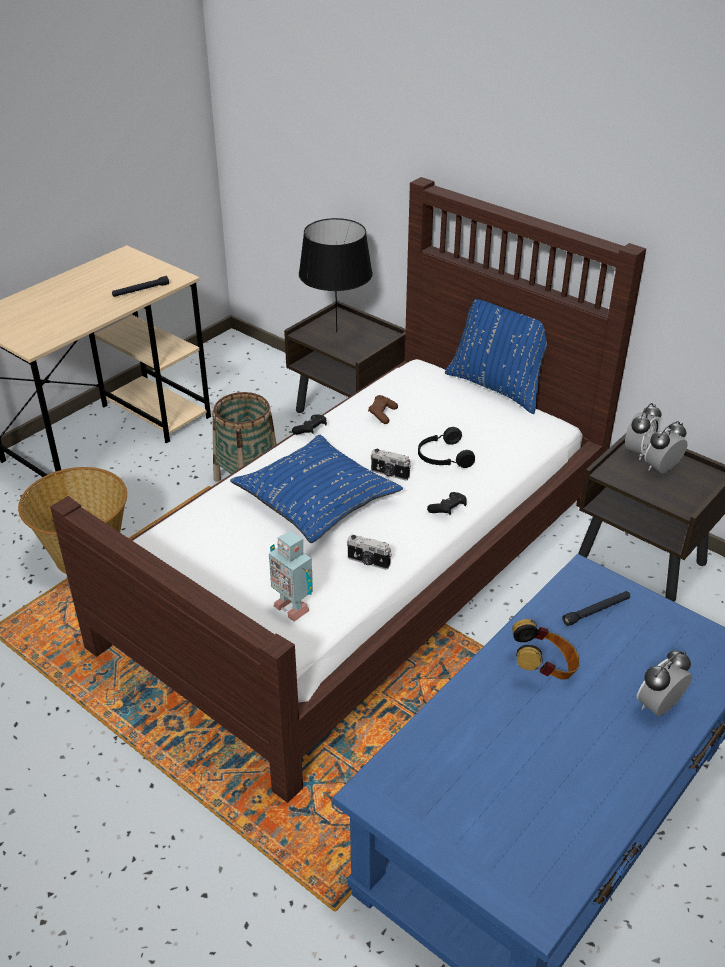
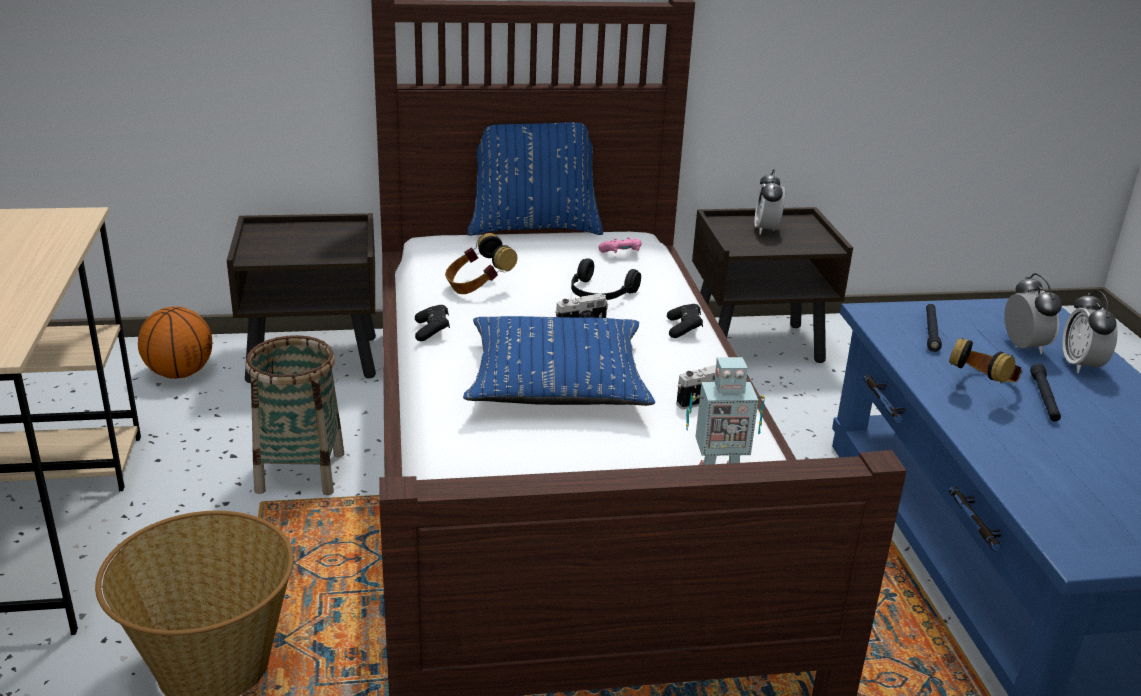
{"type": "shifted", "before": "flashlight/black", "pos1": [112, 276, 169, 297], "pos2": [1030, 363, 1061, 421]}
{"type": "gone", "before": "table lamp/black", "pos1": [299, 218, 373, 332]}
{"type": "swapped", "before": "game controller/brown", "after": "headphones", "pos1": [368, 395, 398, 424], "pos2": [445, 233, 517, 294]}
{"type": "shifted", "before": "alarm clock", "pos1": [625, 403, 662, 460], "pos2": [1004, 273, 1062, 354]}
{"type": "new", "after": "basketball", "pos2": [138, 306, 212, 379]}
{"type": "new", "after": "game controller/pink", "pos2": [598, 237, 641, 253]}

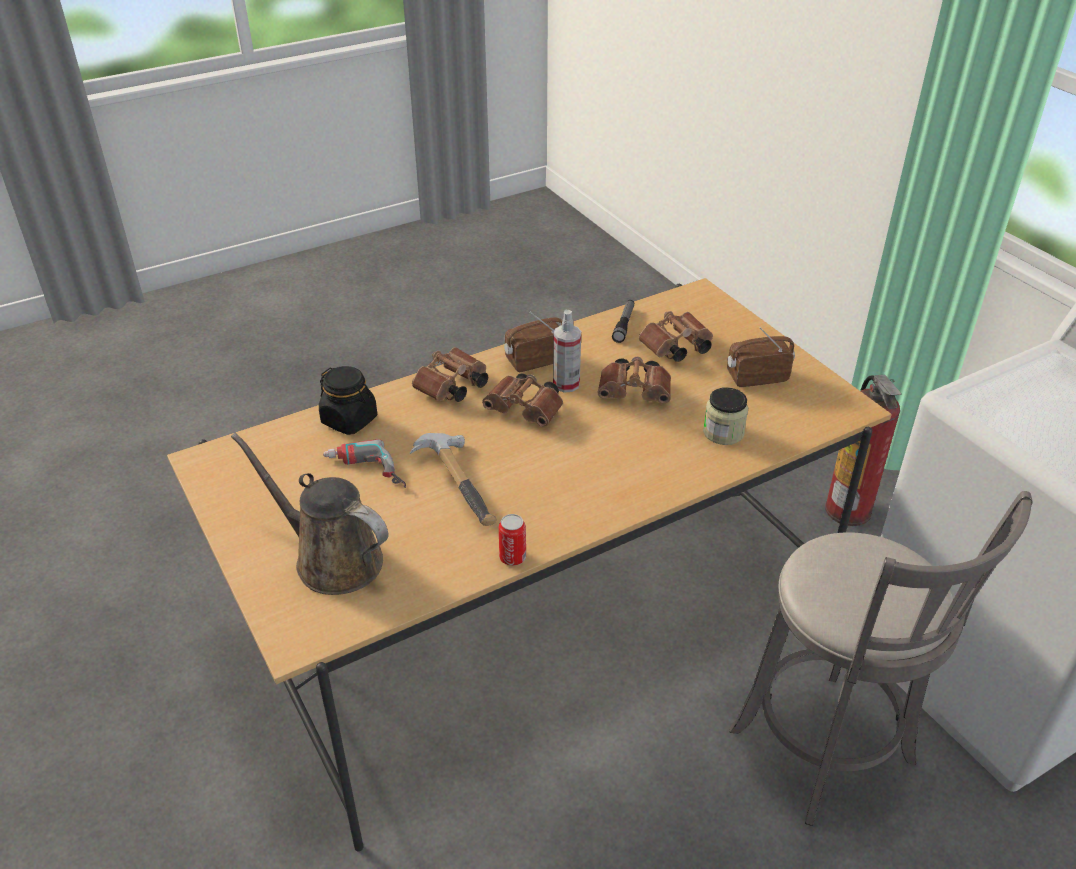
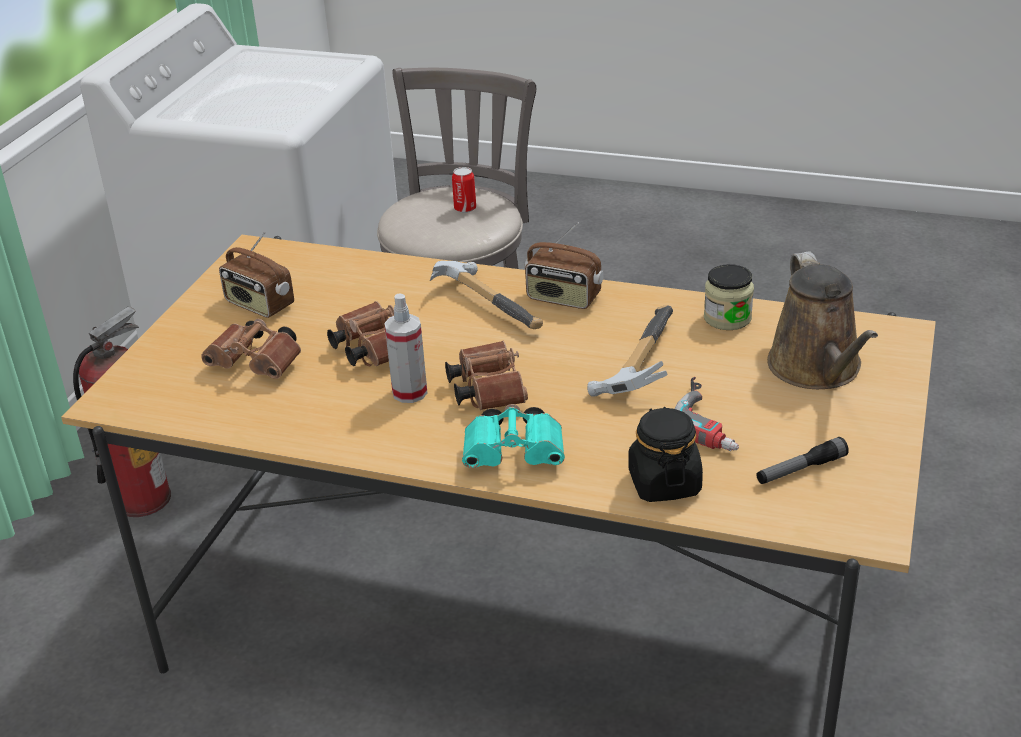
{"type": "repainted", "before": "binoculars/brown", "after": "binoculars/turquoise", "pos1": [412, 347, 488, 402], "pos2": [462, 404, 565, 468]}
{"type": "shifted", "before": "can", "pos1": [499, 514, 526, 566], "pos2": [452, 167, 476, 213]}
{"type": "shifted", "before": "radio", "pos1": [504, 311, 563, 372], "pos2": [525, 222, 604, 309]}
{"type": "shifted", "before": "flashlight", "pos1": [612, 300, 634, 343], "pos2": [756, 437, 849, 484]}
{"type": "shifted", "before": "jar", "pos1": [703, 387, 748, 445], "pos2": [704, 264, 754, 330]}
{"type": "new", "after": "hammer", "pos2": [430, 261, 543, 329]}

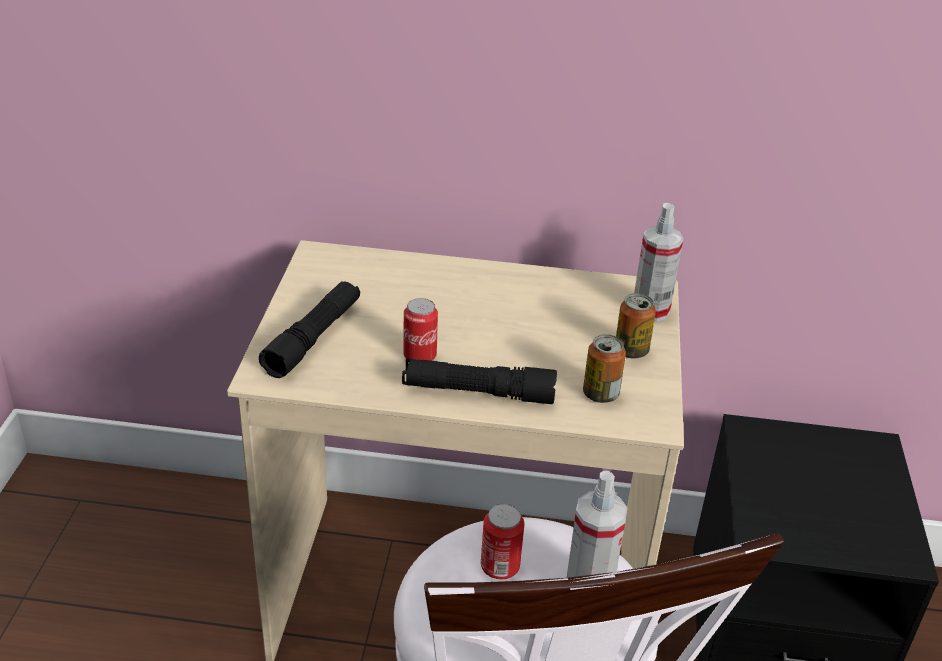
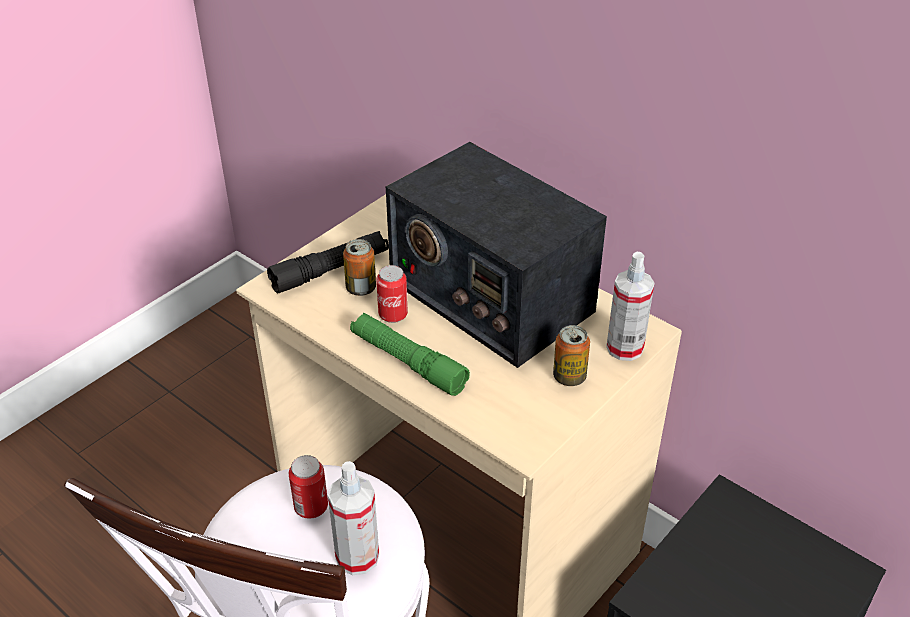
{"type": "repainted", "before": "flashlight/black", "after": "flashlight/green", "pos1": [402, 359, 557, 404], "pos2": [350, 313, 470, 396]}
{"type": "shifted", "before": "can", "pos1": [583, 334, 626, 403], "pos2": [343, 239, 376, 296]}
{"type": "new", "after": "radio", "pos2": [386, 142, 607, 368]}

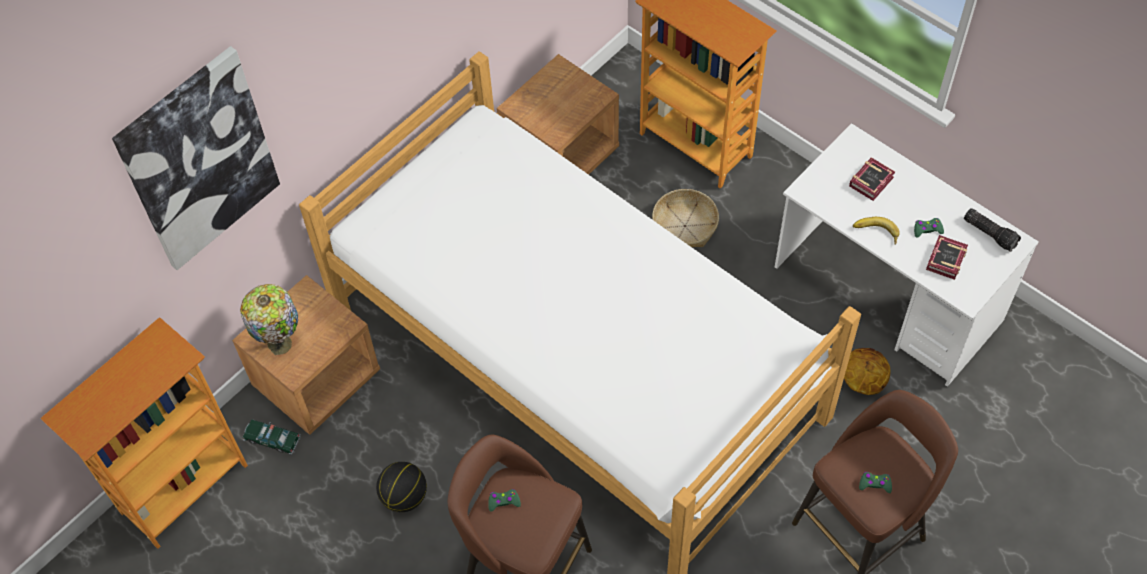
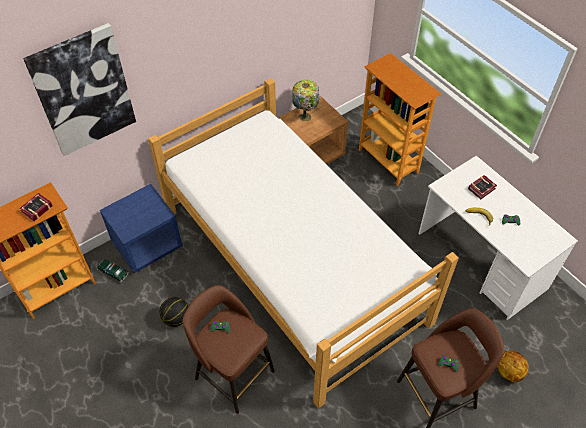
{"type": "repainted", "before": "nightstand/brown", "after": "nightstand/blue", "pos1": [232, 275, 380, 435], "pos2": [100, 184, 183, 273]}
{"type": "shifted", "before": "table lamp", "pos1": [240, 284, 298, 355], "pos2": [292, 80, 319, 121]}
{"type": "gone", "before": "basket", "pos1": [652, 189, 719, 247]}
{"type": "shifted", "before": "basketball", "pos1": [844, 348, 890, 395], "pos2": [497, 351, 529, 382]}
{"type": "shifted", "before": "book", "pos1": [926, 235, 968, 280], "pos2": [19, 193, 53, 221]}
{"type": "gone", "before": "flashlight", "pos1": [964, 208, 1021, 252]}

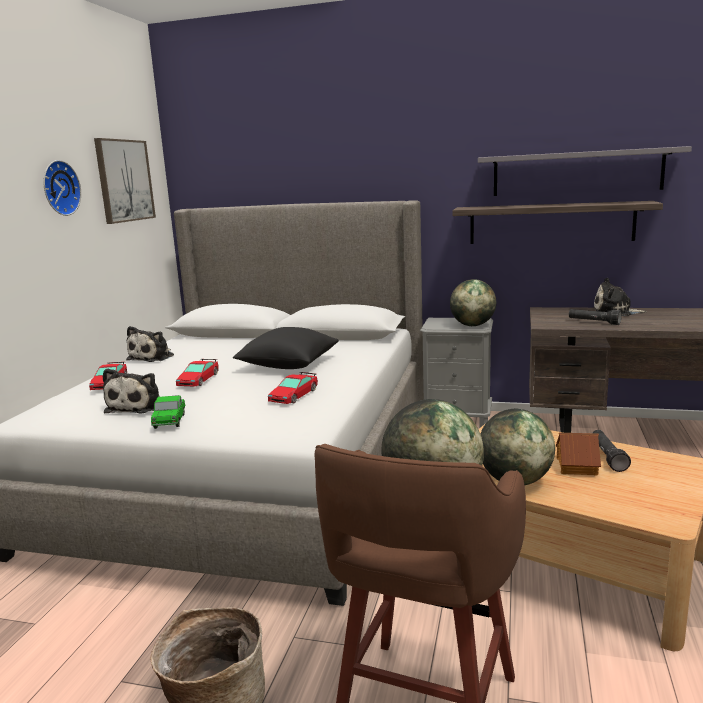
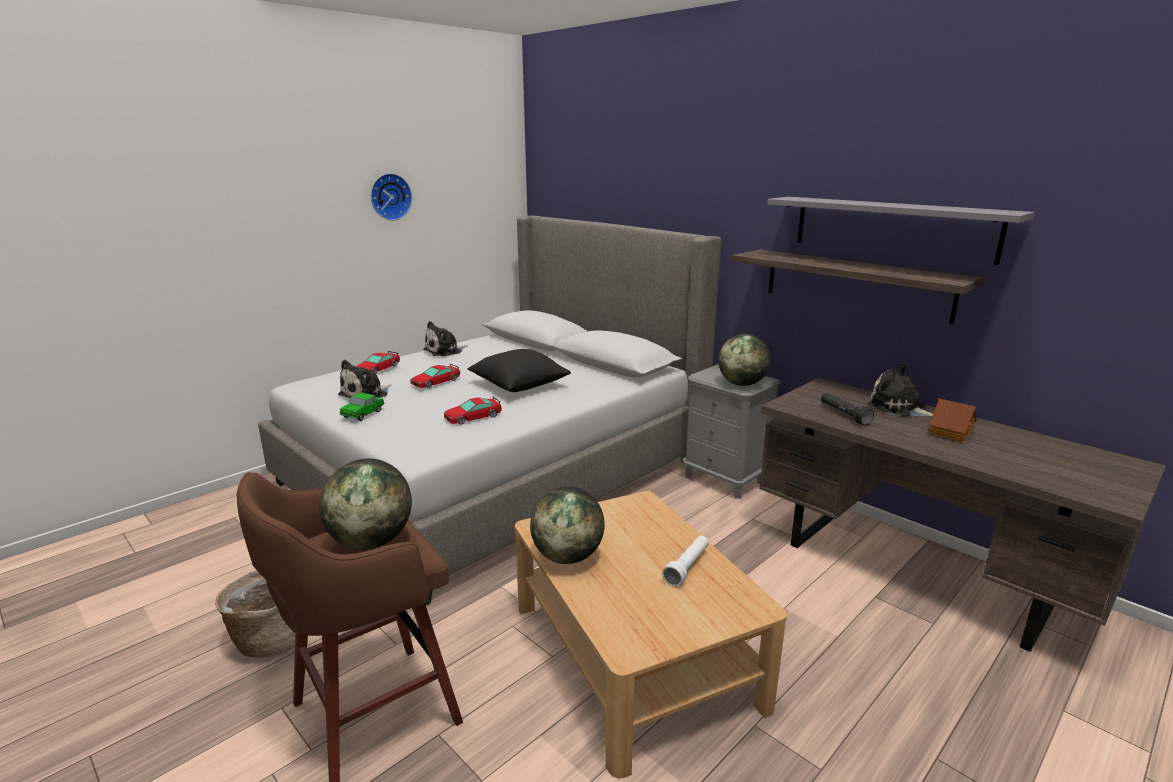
{"type": "gone", "before": "picture", "pos1": [94, 138, 156, 224]}
{"type": "shifted", "before": "toy house", "pos1": [556, 433, 601, 476], "pos2": [929, 399, 977, 443]}
{"type": "repainted", "before": "flashlight/black", "after": "flashlight/white", "pos1": [593, 430, 631, 472], "pos2": [662, 536, 709, 587]}

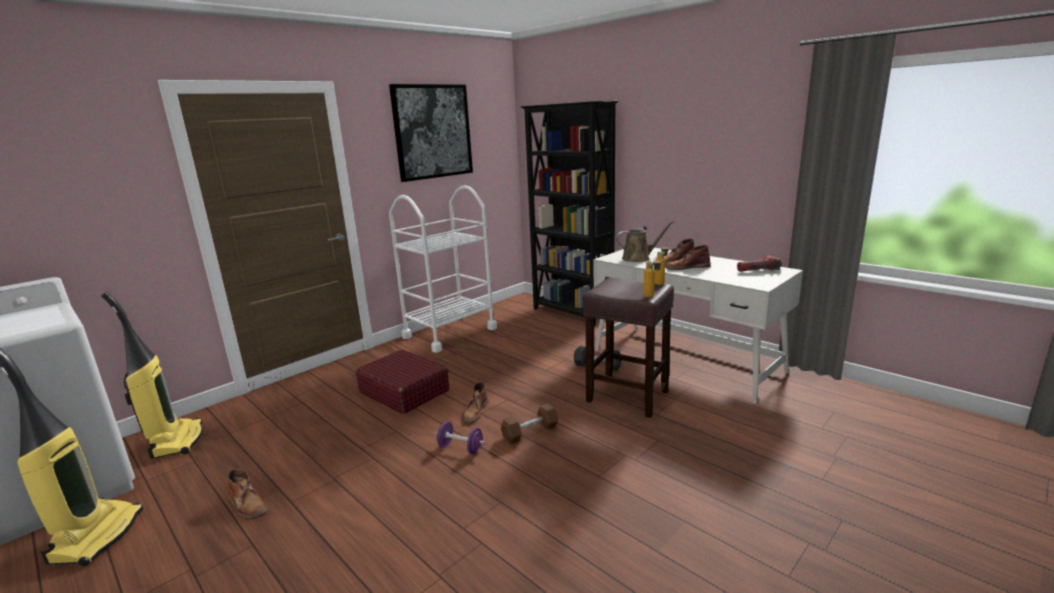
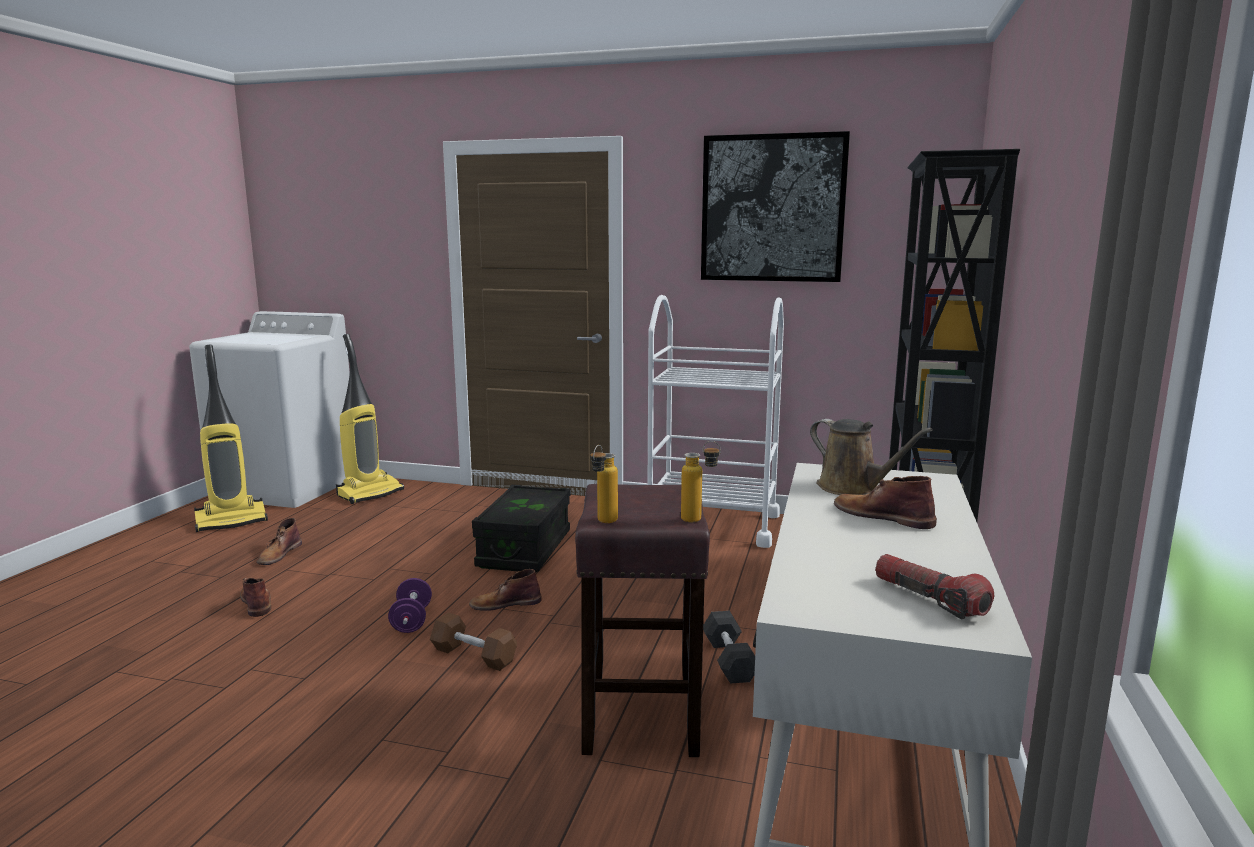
{"type": "swapped", "before": "suitcase/red", "after": "storage box/black", "pos1": [356, 350, 449, 414], "pos2": [472, 485, 571, 573]}
{"type": "shifted", "before": "boot/brown", "pos1": [665, 245, 711, 270], "pos2": [240, 578, 271, 617]}

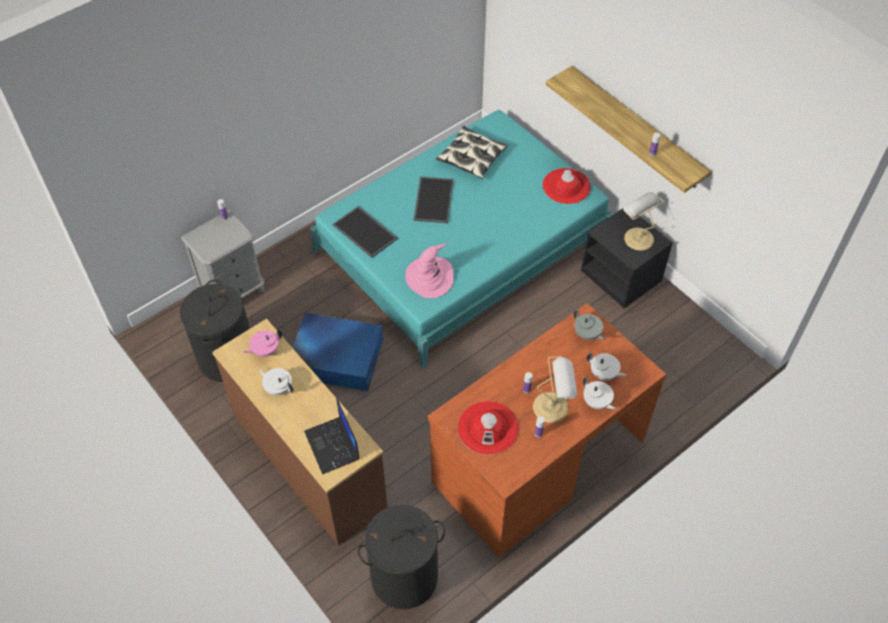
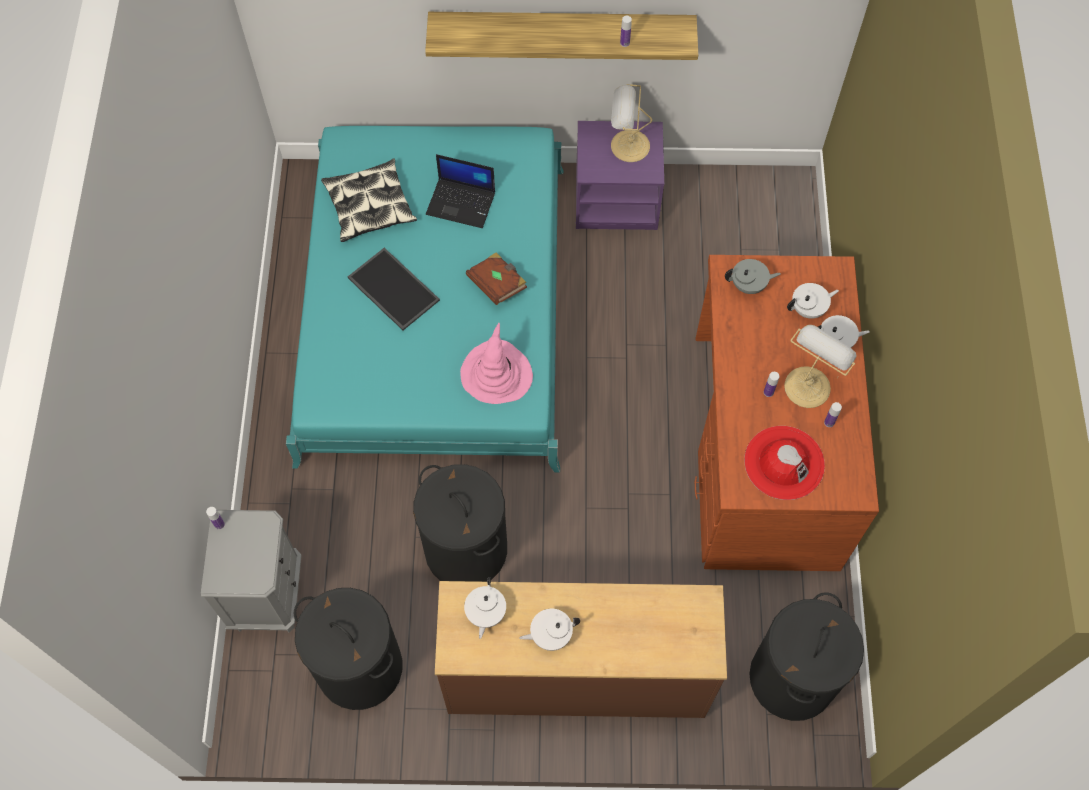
{"type": "repainted", "before": "teapot/pink", "after": "teapot/white", "pos1": [243, 329, 282, 357], "pos2": [464, 577, 506, 639]}
{"type": "swapped", "before": "storage box/blue", "after": "laundry basket/black", "pos1": [293, 313, 383, 391], "pos2": [413, 464, 507, 582]}
{"type": "shifted", "before": "laptop", "pos1": [304, 398, 360, 474], "pos2": [426, 154, 495, 228]}
{"type": "gone", "before": "tray", "pos1": [333, 206, 398, 258]}
{"type": "gone", "before": "hat/red", "pos1": [542, 168, 591, 204]}
{"type": "repainted", "before": "nightstand/black", "after": "nightstand/purple", "pos1": [581, 209, 673, 308], "pos2": [576, 121, 664, 230]}
{"type": "new", "after": "book/brown", "pos2": [466, 253, 527, 305]}

